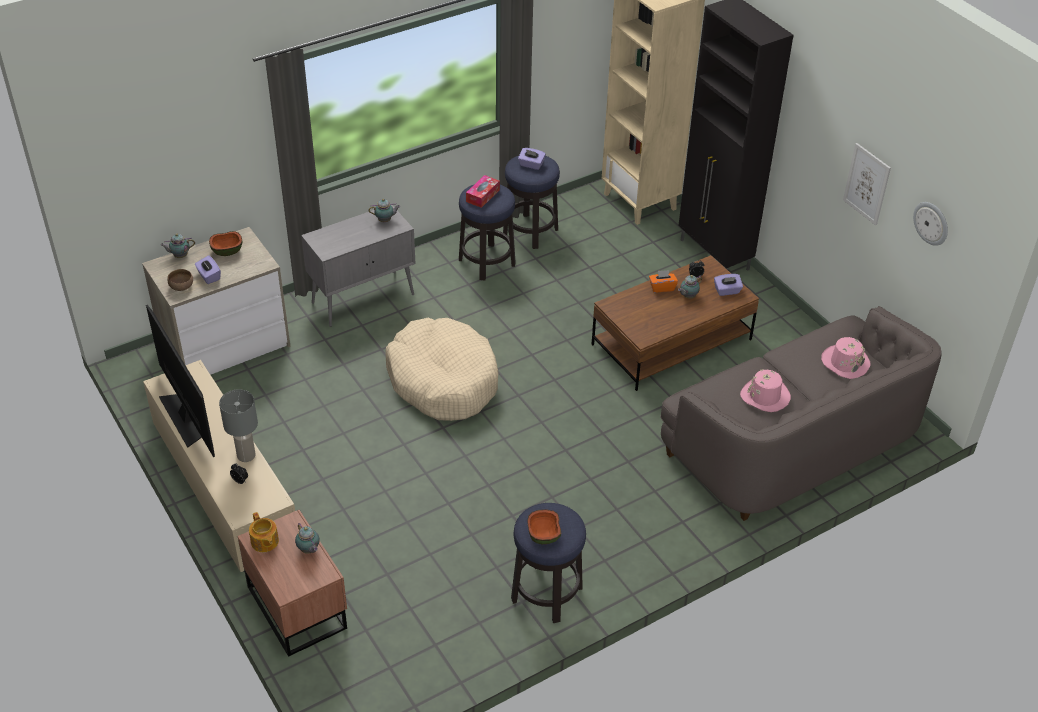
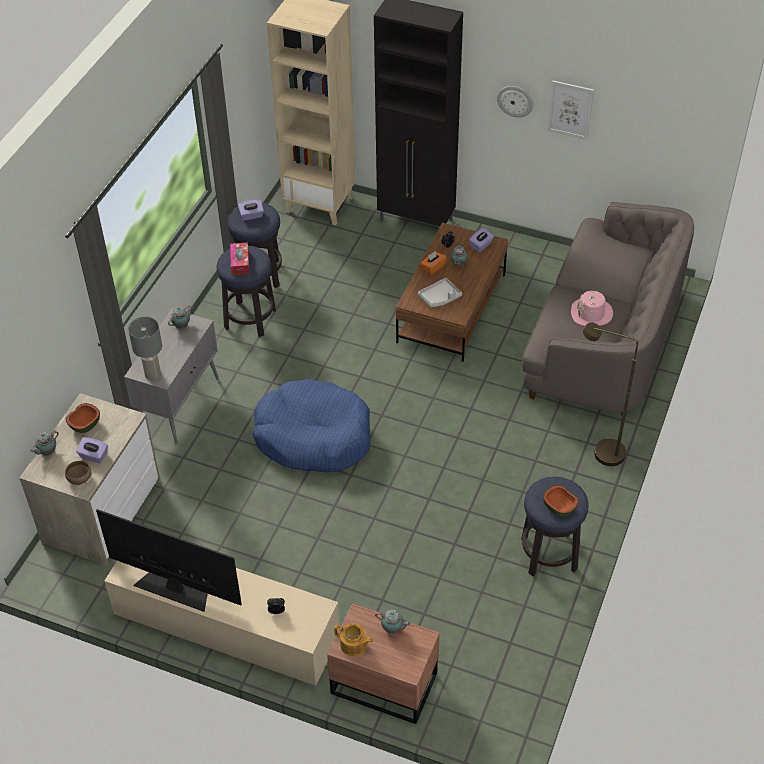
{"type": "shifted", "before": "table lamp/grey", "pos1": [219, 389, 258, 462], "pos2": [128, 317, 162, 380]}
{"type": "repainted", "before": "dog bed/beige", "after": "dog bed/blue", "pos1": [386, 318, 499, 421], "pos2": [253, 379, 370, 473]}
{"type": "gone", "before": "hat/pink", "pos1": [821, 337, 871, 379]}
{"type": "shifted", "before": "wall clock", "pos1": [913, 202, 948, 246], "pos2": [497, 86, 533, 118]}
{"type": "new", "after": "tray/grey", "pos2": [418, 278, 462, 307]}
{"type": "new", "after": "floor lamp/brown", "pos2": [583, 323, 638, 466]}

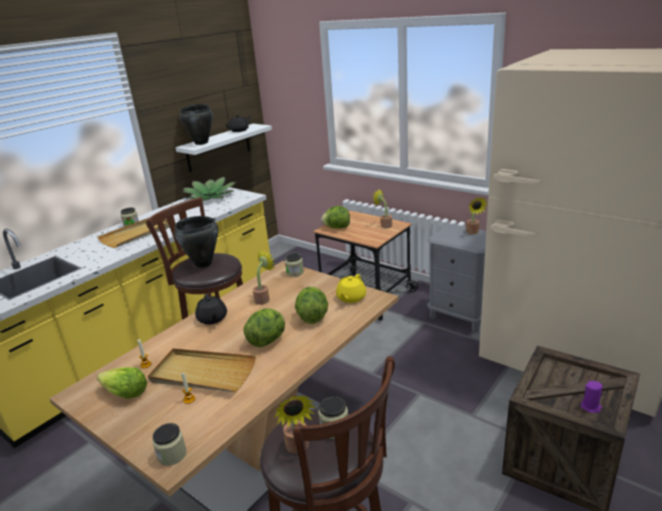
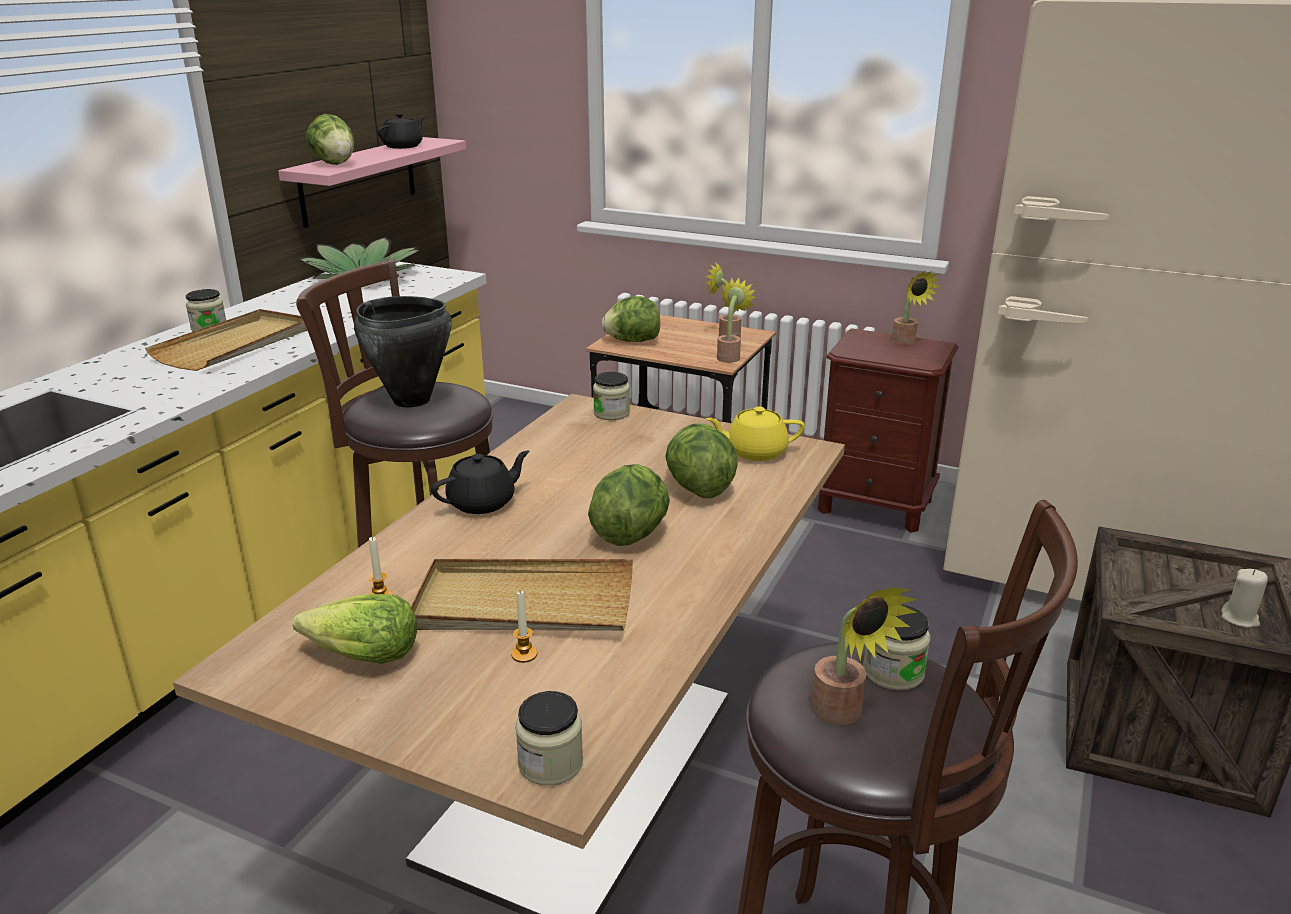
{"type": "repainted", "before": "shelf/white", "after": "shelf/pink", "pos1": [175, 124, 272, 172], "pos2": [278, 137, 466, 228]}
{"type": "swapped", "before": "cooking pot/black", "after": "lettuce", "pos1": [180, 104, 213, 145], "pos2": [306, 114, 355, 165]}
{"type": "rotated", "before": "teapot/black", "pos1": [195, 295, 227, 325], "pos2": [431, 450, 530, 514], "turn": -90}
{"type": "shifted", "before": "potted plant", "pos1": [253, 249, 275, 305], "pos2": [717, 277, 756, 363]}
{"type": "rotated", "before": "teapot/yellow", "pos1": [336, 274, 366, 303], "pos2": [706, 406, 805, 461], "turn": 75}
{"type": "repainted", "before": "nightstand/grey", "after": "nightstand/brown", "pos1": [427, 223, 486, 333], "pos2": [818, 328, 958, 533]}
{"type": "repainted", "before": "candle/purple", "after": "candle/beige", "pos1": [580, 381, 603, 413], "pos2": [1221, 569, 1268, 628]}

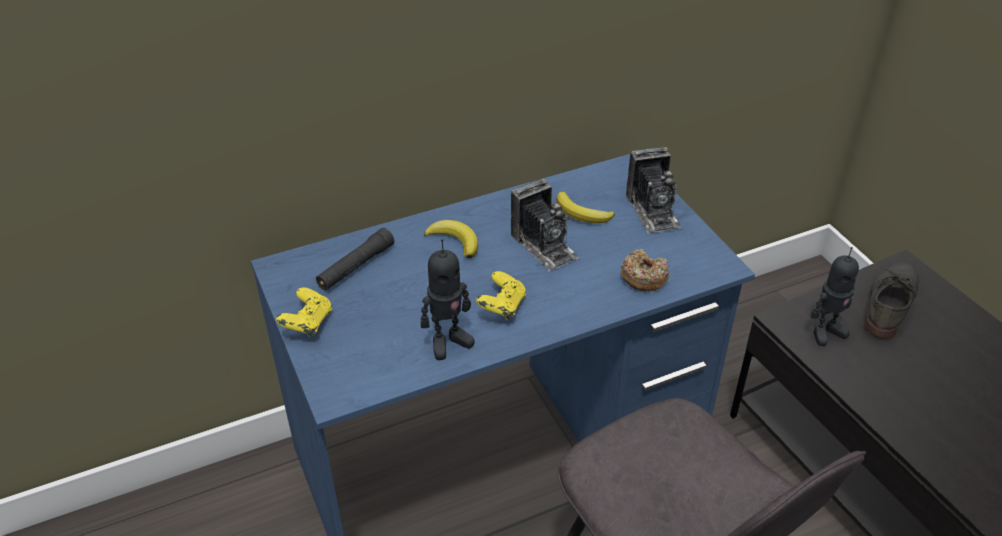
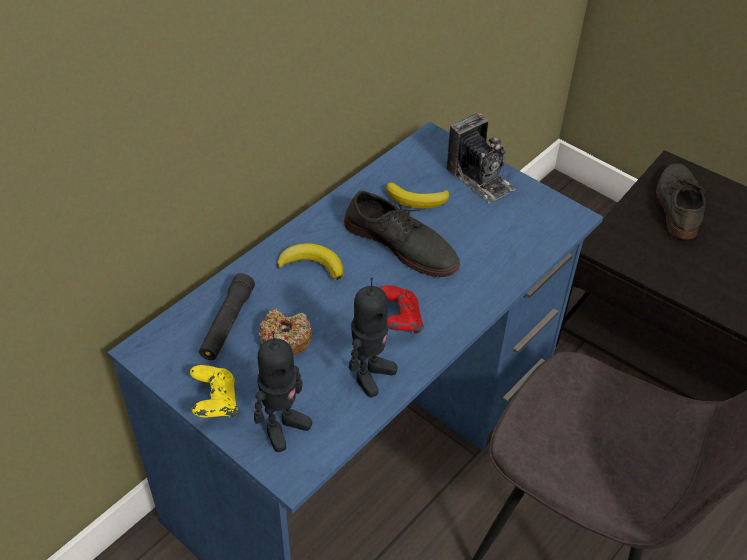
{"type": "repainted", "before": "game controller/yellow", "after": "game controller/red", "pos1": [476, 271, 526, 320], "pos2": [380, 285, 424, 334]}
{"type": "swapped", "before": "photo camera", "after": "shoe/grey", "pos1": [511, 179, 580, 271], "pos2": [344, 191, 460, 277]}
{"type": "shifted", "before": "donut", "pos1": [621, 249, 669, 291], "pos2": [259, 308, 312, 355]}
{"type": "shifted", "before": "toy robot", "pos1": [811, 247, 859, 346], "pos2": [254, 331, 312, 452]}

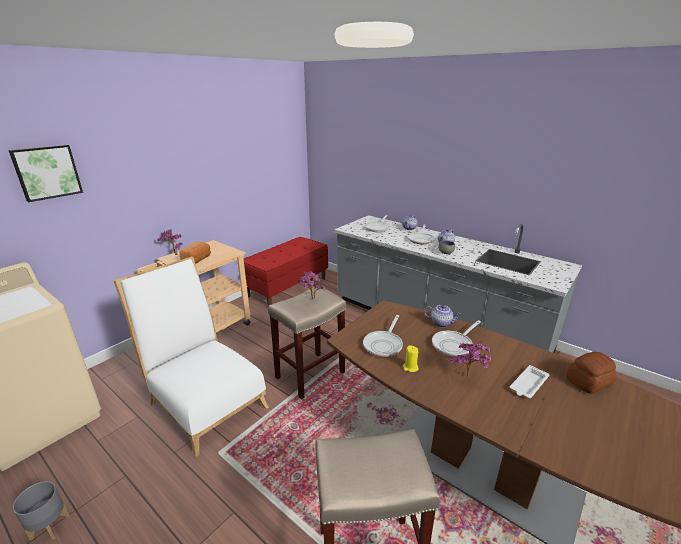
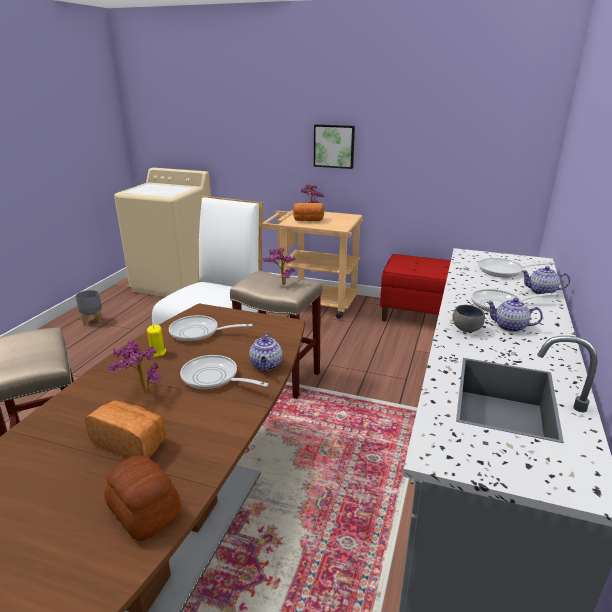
{"type": "shifted", "before": "picture", "pos1": [9, 144, 83, 202], "pos2": [314, 124, 355, 169]}
{"type": "swapped", "before": "tray/white", "after": "bread", "pos1": [510, 365, 550, 398], "pos2": [85, 400, 166, 458]}

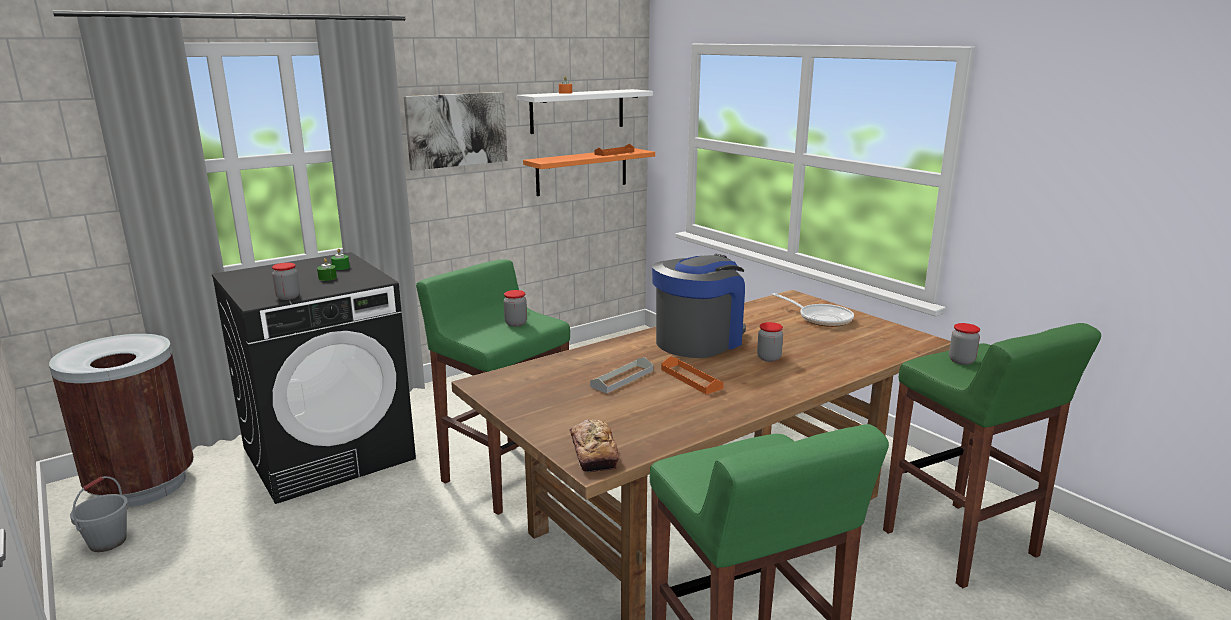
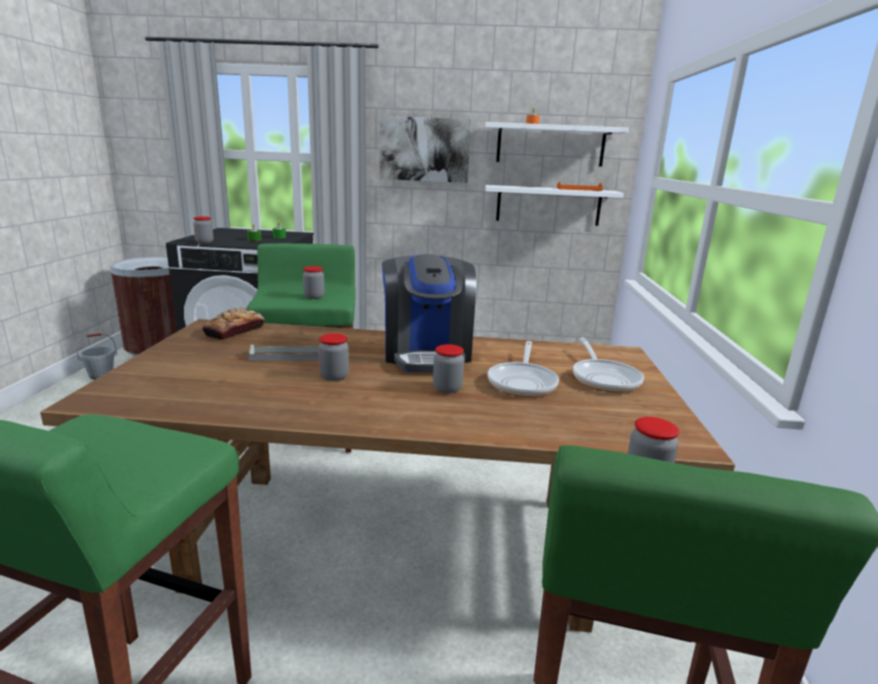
{"type": "repainted", "before": "shelf/orange", "after": "shelf/white", "pos1": [523, 148, 655, 196], "pos2": [485, 185, 624, 226]}
{"type": "shifted", "before": "bread", "pos1": [570, 419, 619, 472], "pos2": [202, 307, 265, 340]}
{"type": "rotated", "before": "coffee machine", "pos1": [652, 254, 746, 358], "pos2": [382, 254, 476, 372], "turn": 90}
{"type": "swapped", "before": "tray/orange", "after": "jar", "pos1": [661, 356, 724, 394], "pos2": [319, 333, 349, 381]}
{"type": "new", "after": "frying pan", "pos2": [488, 341, 559, 397]}

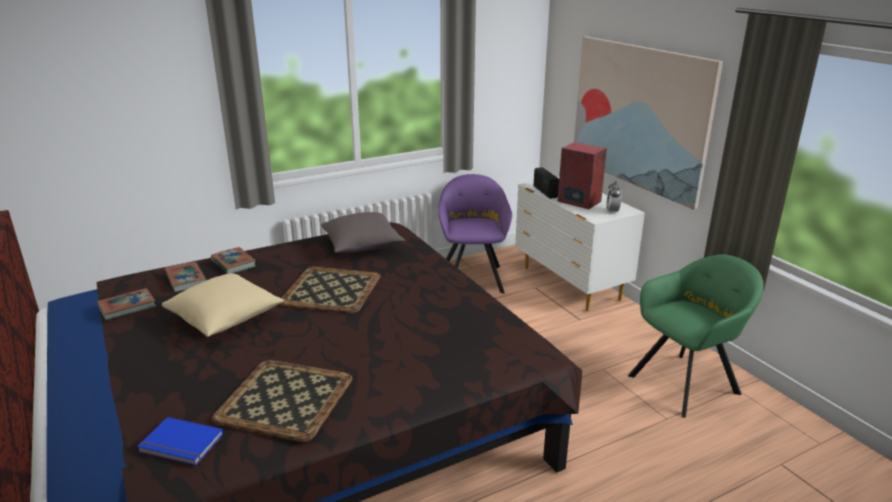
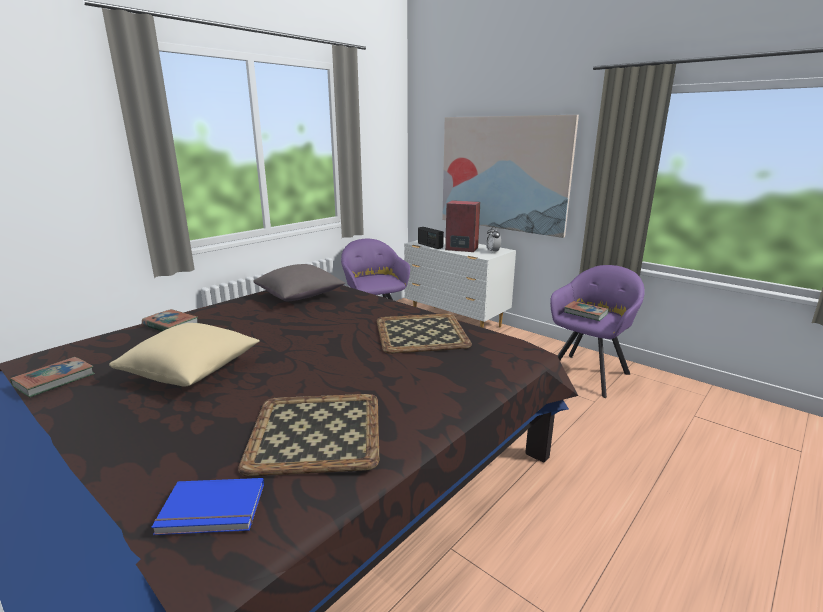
{"type": "shifted", "before": "book", "pos1": [164, 262, 206, 292], "pos2": [564, 301, 609, 321]}
{"type": "shifted", "before": "tray", "pos1": [279, 267, 380, 314], "pos2": [377, 314, 472, 354]}
{"type": "repainted", "before": "armchair/green", "after": "armchair/purple", "pos1": [628, 254, 764, 418], "pos2": [550, 265, 645, 398]}

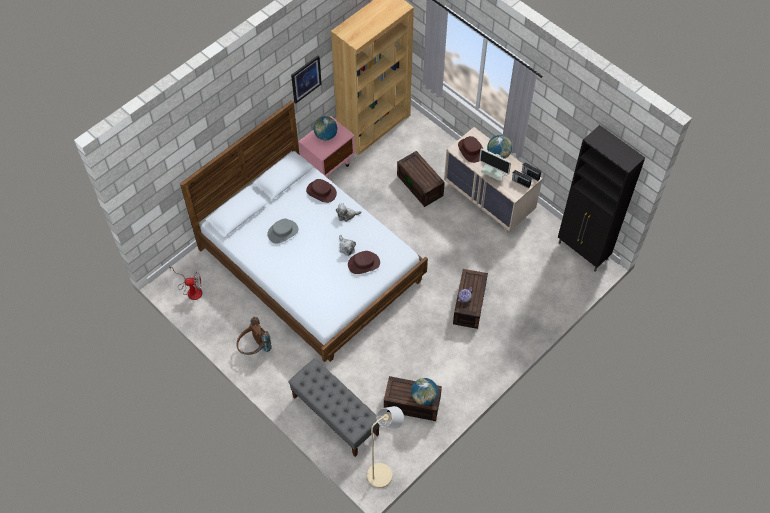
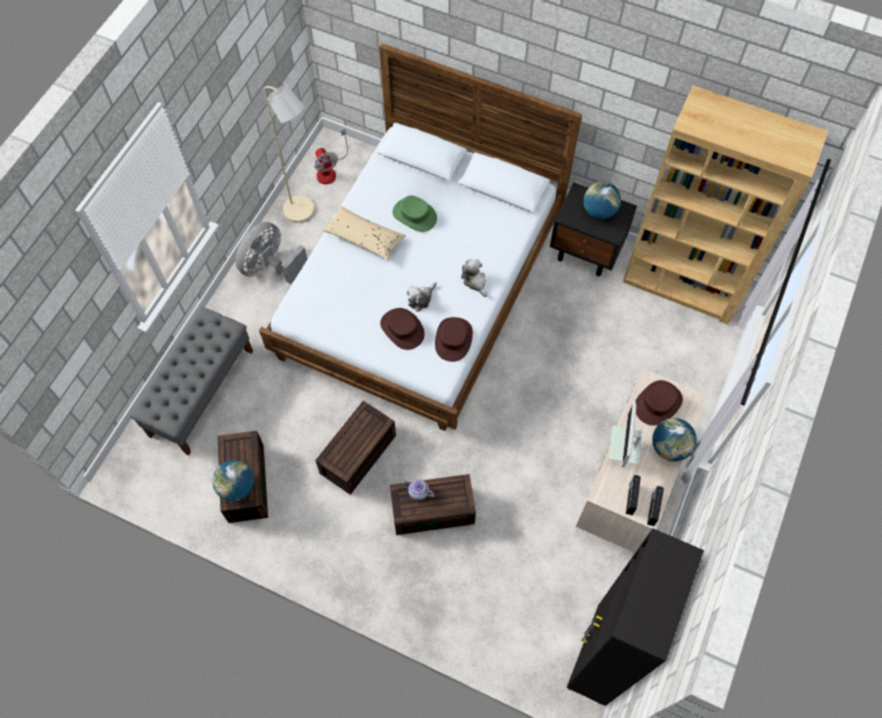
{"type": "swapped", "before": "backpack/brown", "after": "fan/grey", "pos1": [237, 317, 272, 355], "pos2": [235, 221, 307, 284]}
{"type": "repainted", "before": "hat/grey", "after": "hat/green", "pos1": [267, 219, 299, 243], "pos2": [392, 195, 437, 232]}
{"type": "gone", "before": "picture", "pos1": [291, 55, 322, 104]}
{"type": "repainted", "before": "nightstand/pink", "after": "nightstand/black", "pos1": [298, 116, 355, 179], "pos2": [550, 182, 637, 276]}
{"type": "shifted", "before": "hat/brown", "pos1": [306, 179, 337, 203], "pos2": [435, 317, 473, 362]}
{"type": "shifted", "before": "floor lamp/beige", "pos1": [367, 406, 404, 488], "pos2": [264, 85, 314, 223]}
{"type": "shifted", "before": "storage box/brown", "pos1": [397, 151, 445, 207], "pos2": [315, 401, 396, 495]}
{"type": "new", "after": "pillow/beige", "pos2": [321, 206, 406, 261]}

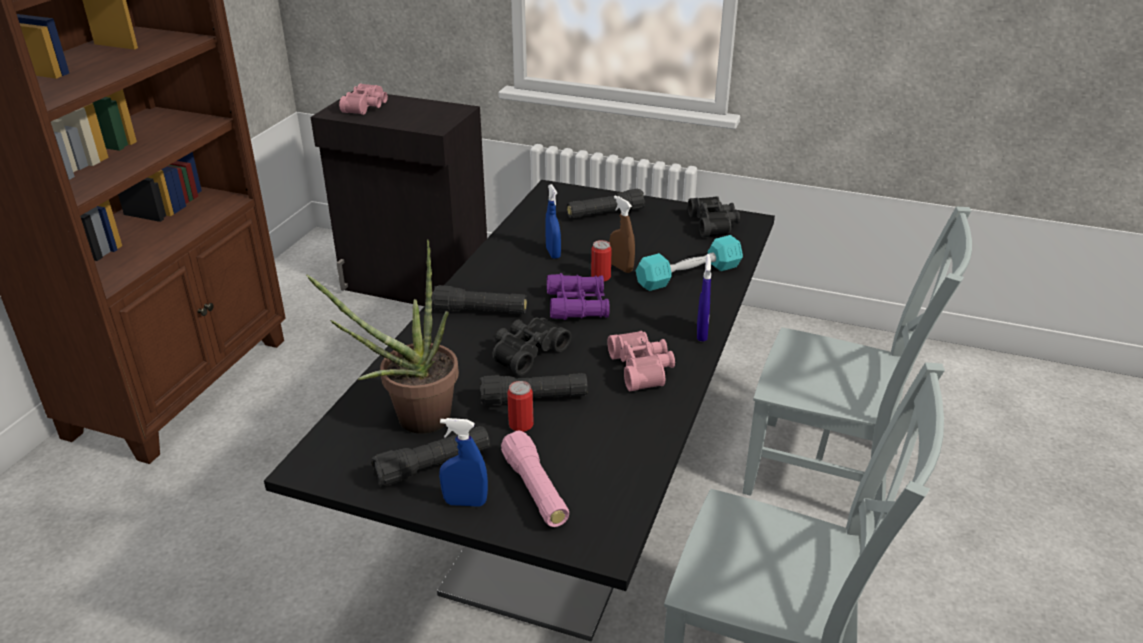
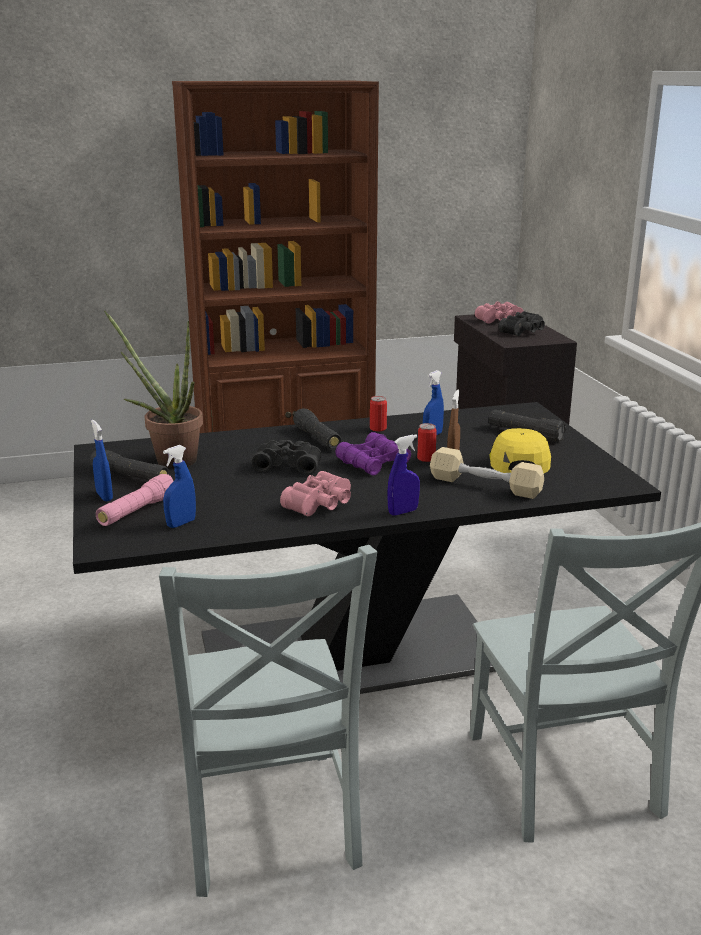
{"type": "gone", "before": "flashlight/black", "pos1": [480, 373, 588, 405]}
{"type": "shifted", "before": "can", "pos1": [507, 381, 534, 432], "pos2": [370, 396, 387, 431]}
{"type": "repainted", "before": "dumbbell/turquoise", "after": "dumbbell/beige", "pos1": [636, 235, 743, 291], "pos2": [430, 447, 544, 499]}
{"type": "shifted", "before": "binoculars/black", "pos1": [688, 196, 740, 237], "pos2": [499, 311, 545, 336]}
{"type": "new", "after": "spray bottle/blue", "pos2": [163, 445, 196, 528]}
{"type": "new", "after": "cap/yellow", "pos2": [489, 428, 551, 473]}

